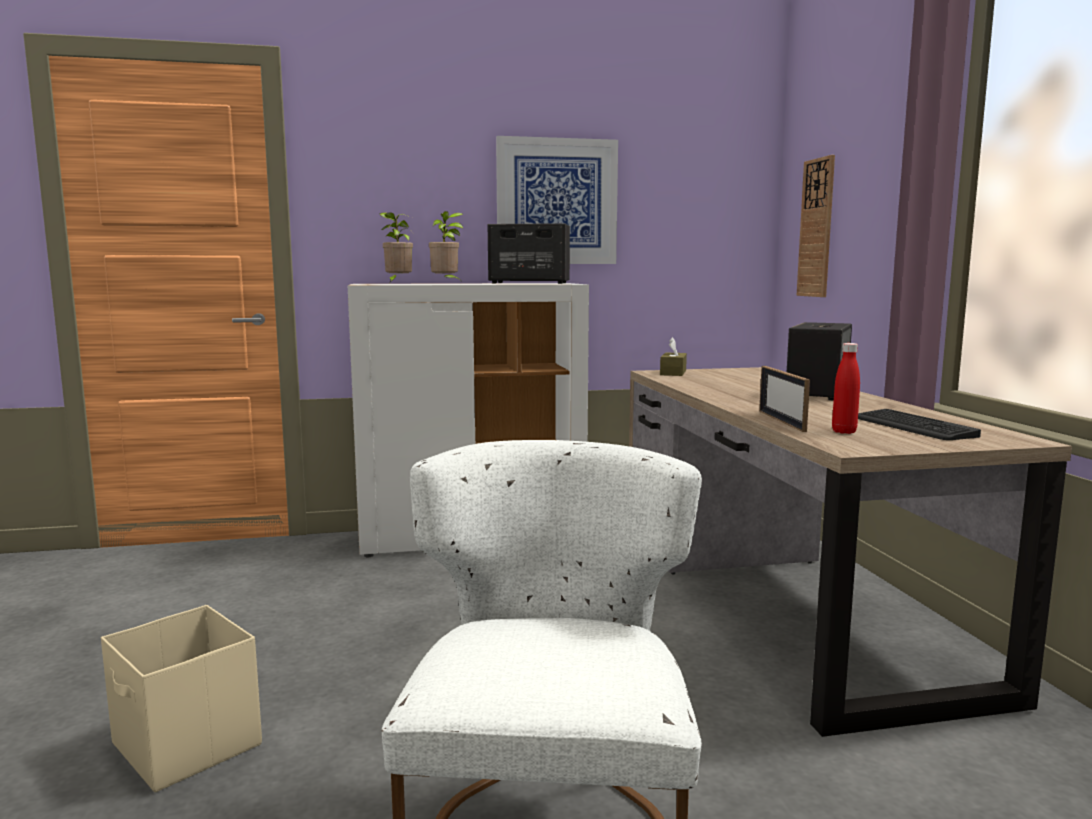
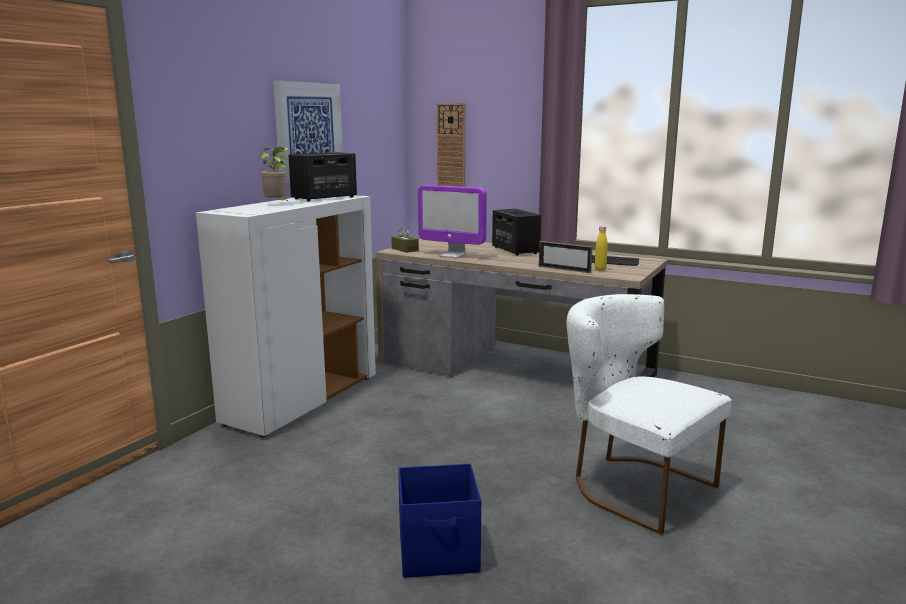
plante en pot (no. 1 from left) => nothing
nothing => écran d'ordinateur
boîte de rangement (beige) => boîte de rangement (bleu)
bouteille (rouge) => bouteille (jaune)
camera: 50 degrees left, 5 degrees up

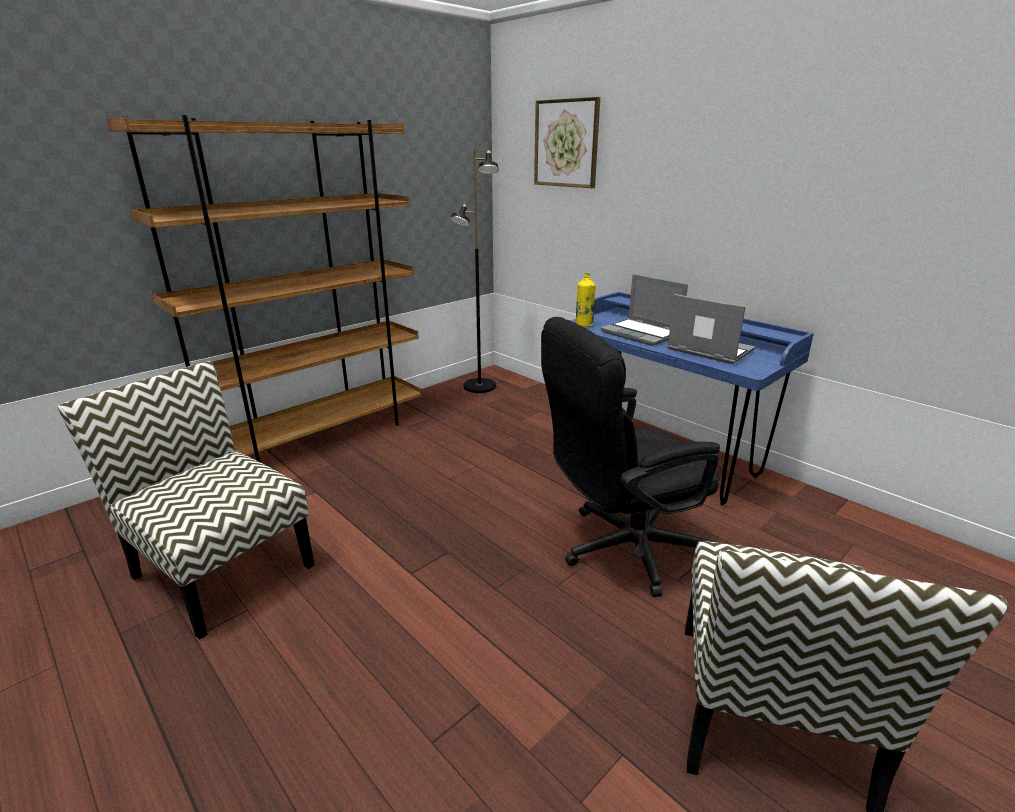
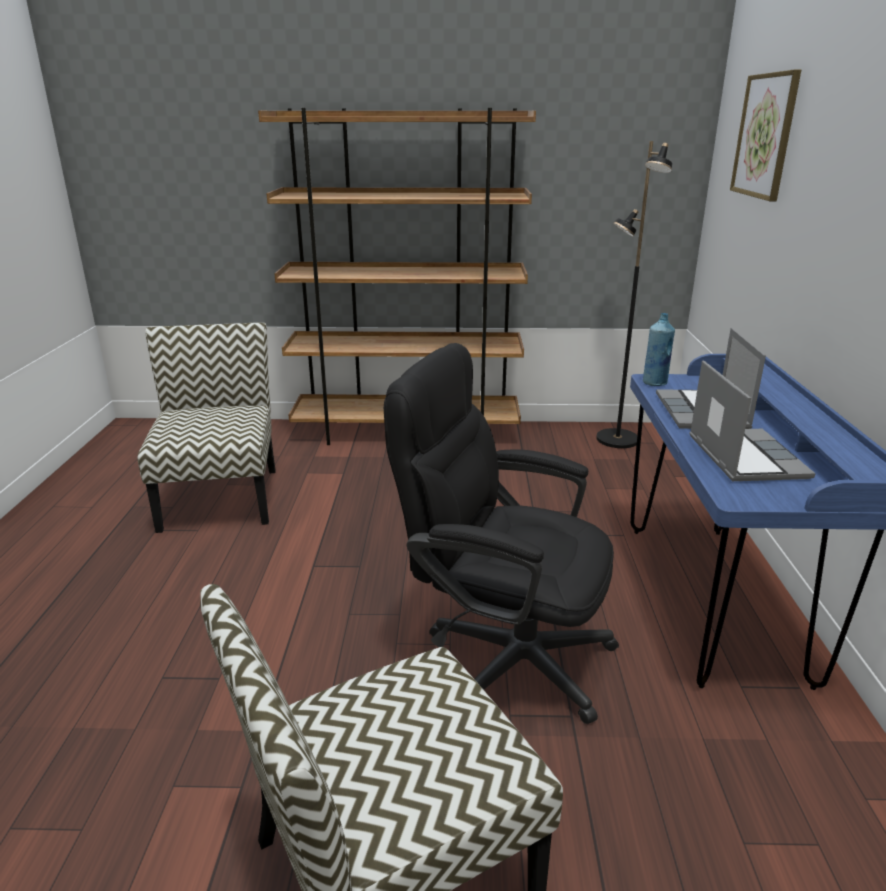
bouteille (jaune) => bouteille (bleu)
camera: 45 degrees right, 0 degrees up

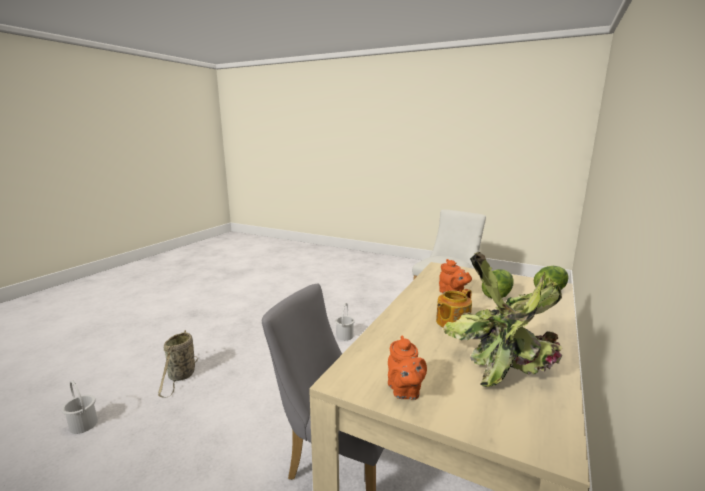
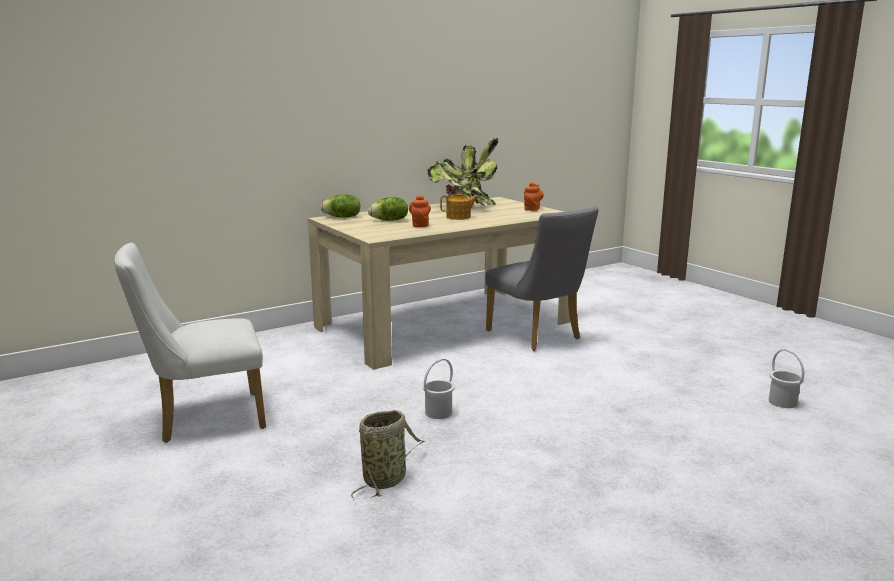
panier, relocated
camera: 150 degrees left, 0 degrees up

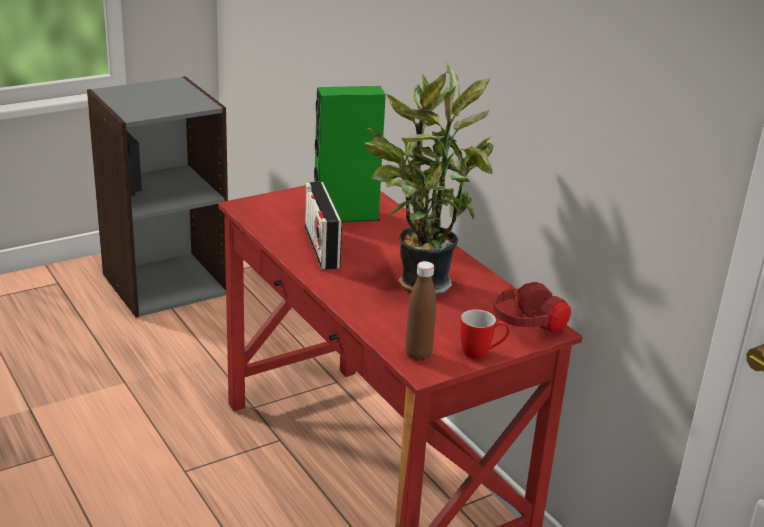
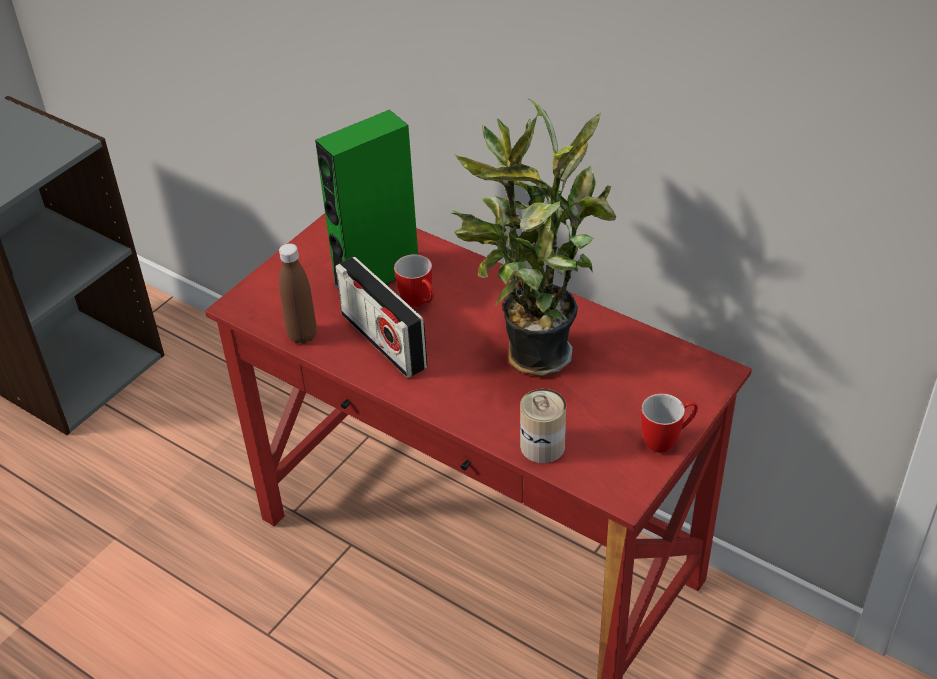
casque audio (rouge) => nothing
nothing => mug (no. 1 from left)
nothing => boîte métallique
bouteille (marron), relocated
camera: 20 degrees left, 15 degrees up

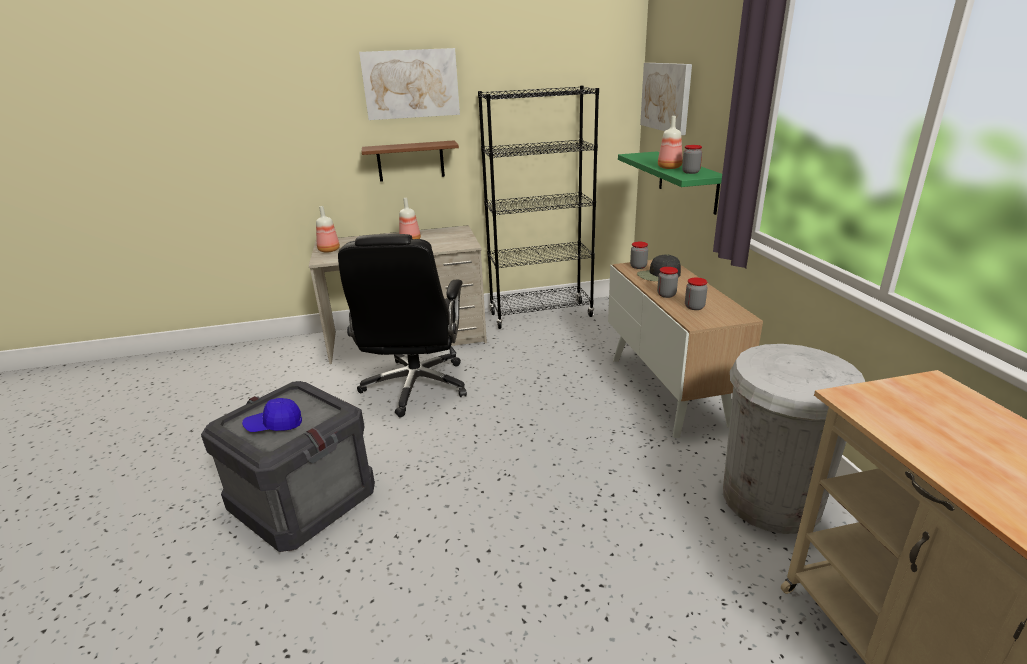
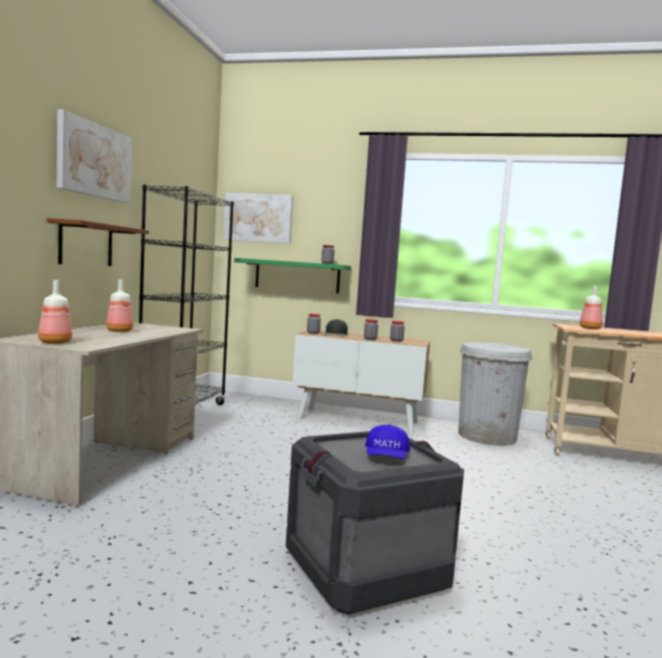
chaise de bureau (noir) => nothing
bouteille (no. 3 from left), relocated
camera: 65 degrees left, 20 degrees down

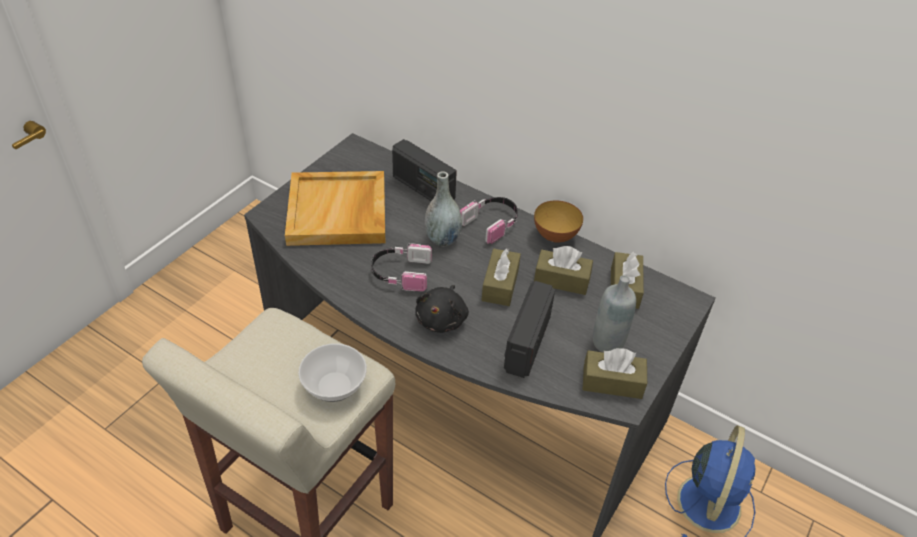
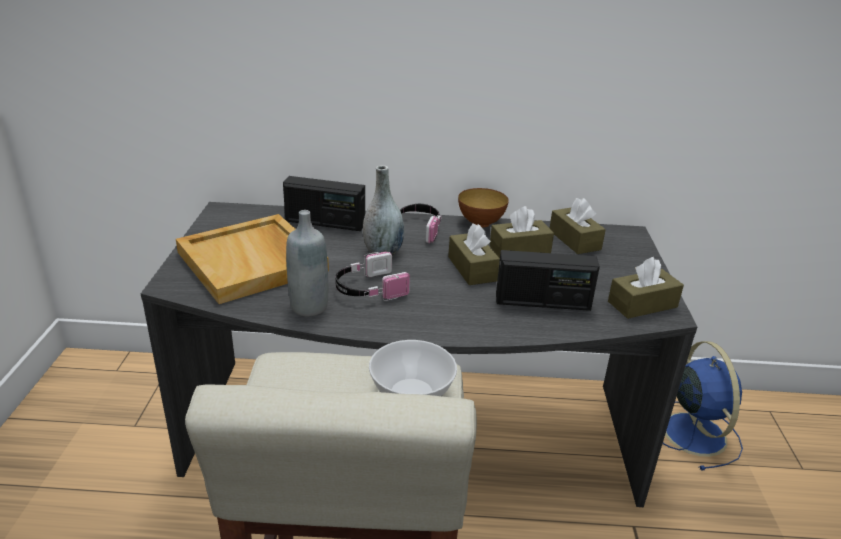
peluche (noir) => nothing
bouteille (gris), relocated
radio (no. 2 from left), 75 degrees counterclockwise
camera: 30 degrees left, 15 degrees down

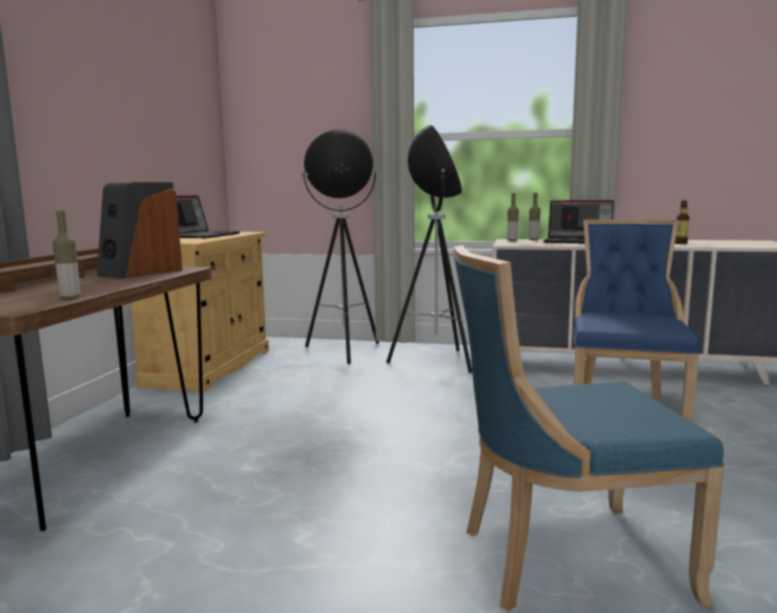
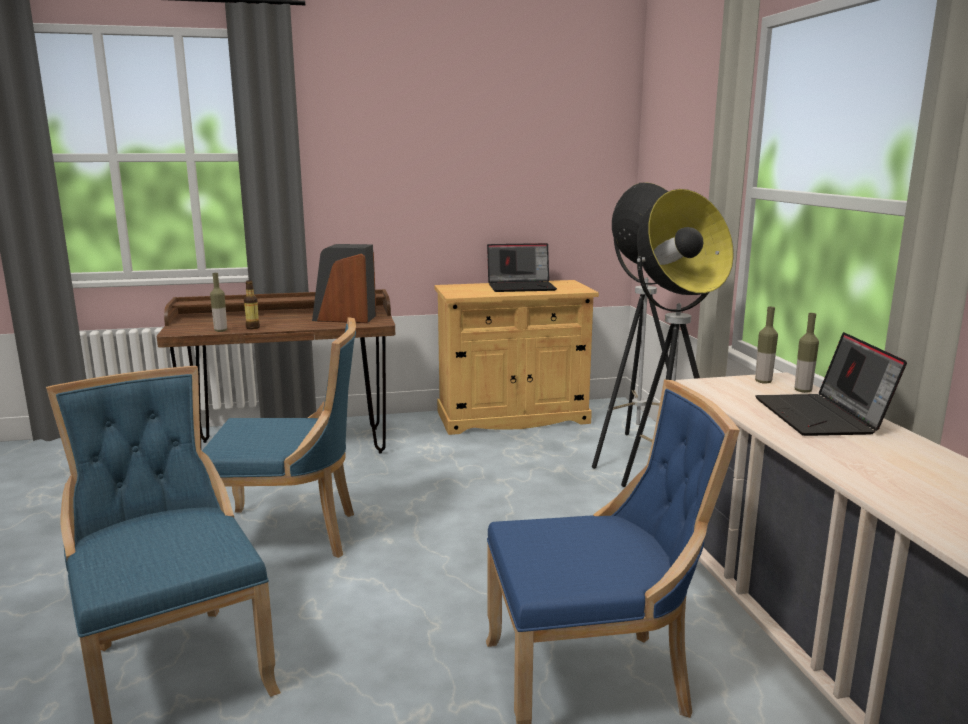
nothing => chaise (bleu) (no. 2 from left)
bouteille (no. 4 from left in the first image) => bouteille (no. 2 from left), relocated
camera: 65 degrees right, 5 degrees up

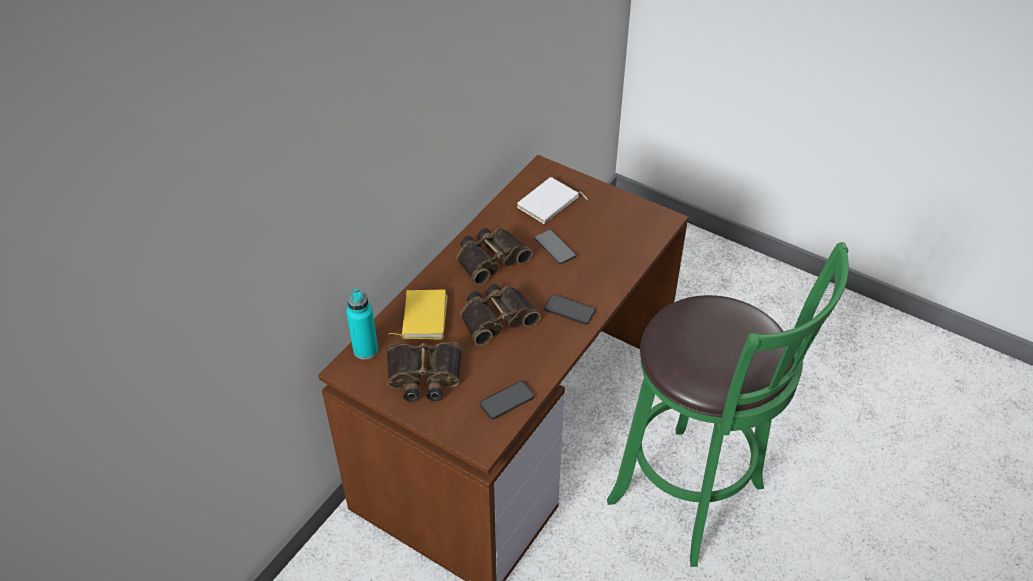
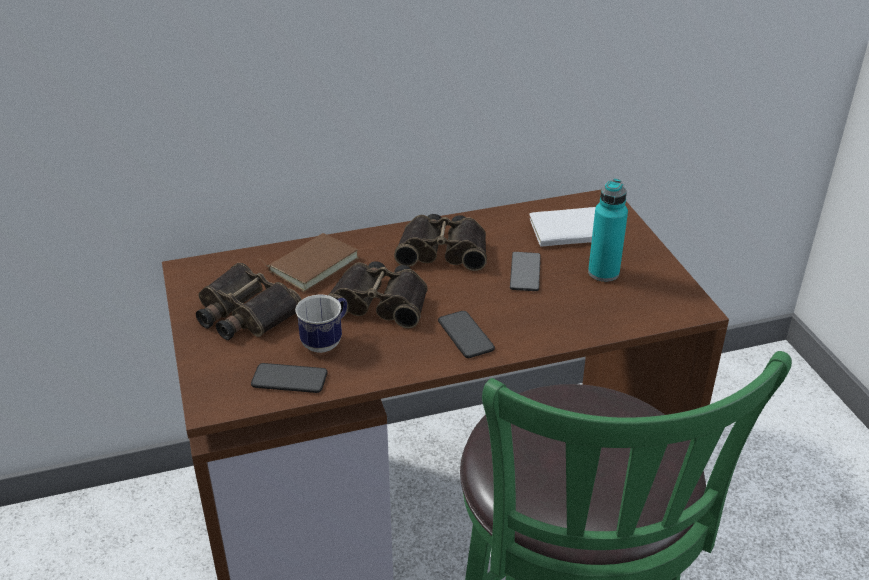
nothing => mug
bouteille (turquoise), relocated
livre (jaune) => livre (marron)
camera: 40 degrees right, 10 degrees down

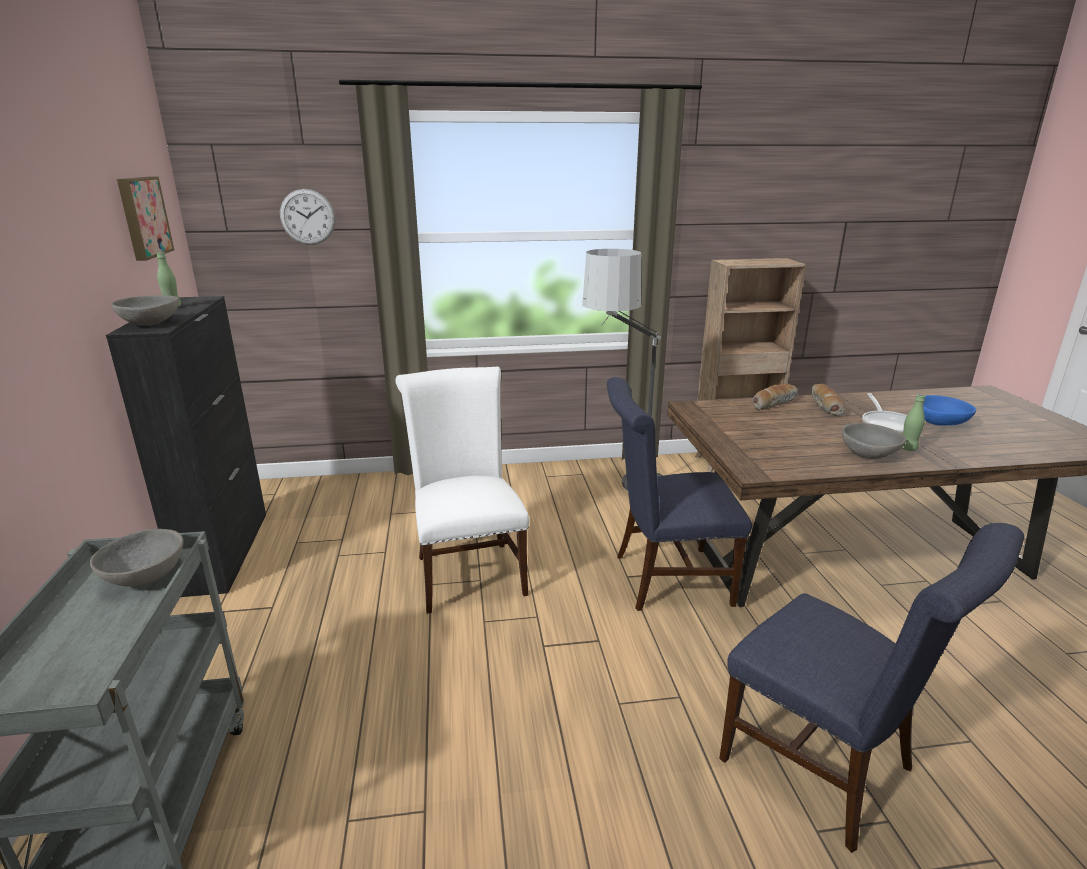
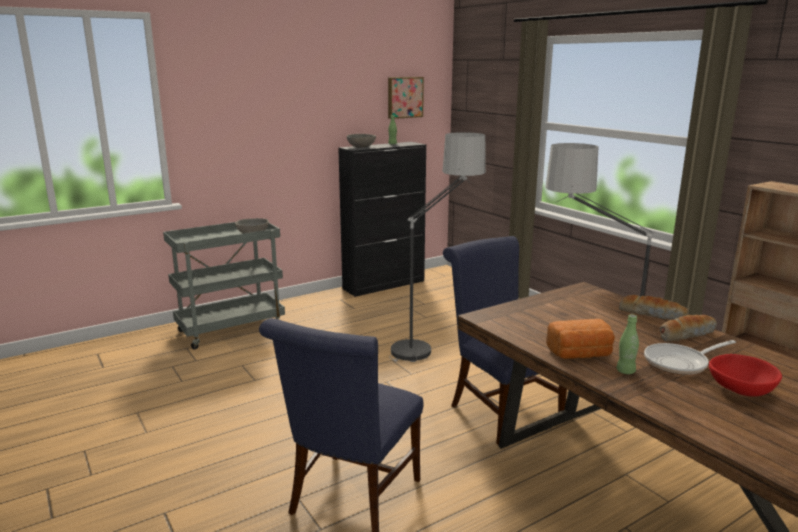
horloge murale => nothing
chaise (blanc) => lampadaire (no. 1 from left)
bol (gris) (no. 3 from left) => pain (no. 1 from left)
bol (bleu) => bol (rouge)
camera: 65 degrees right, 5 degrees down

